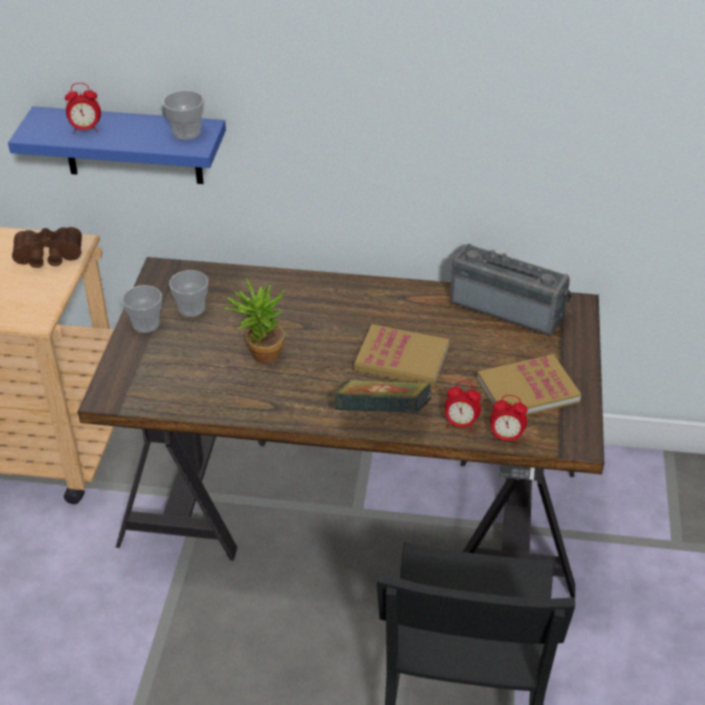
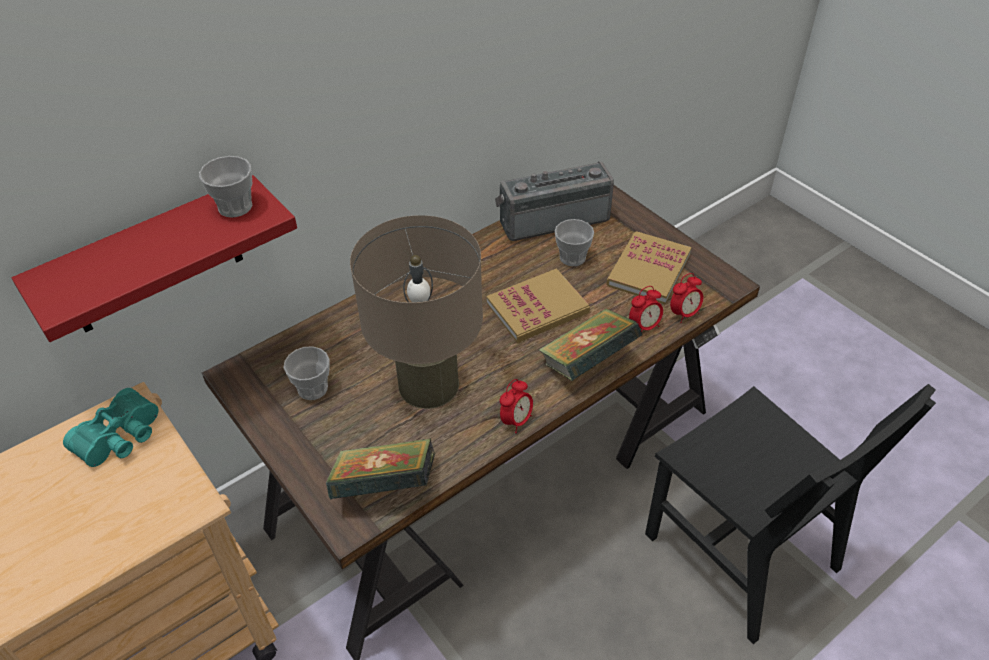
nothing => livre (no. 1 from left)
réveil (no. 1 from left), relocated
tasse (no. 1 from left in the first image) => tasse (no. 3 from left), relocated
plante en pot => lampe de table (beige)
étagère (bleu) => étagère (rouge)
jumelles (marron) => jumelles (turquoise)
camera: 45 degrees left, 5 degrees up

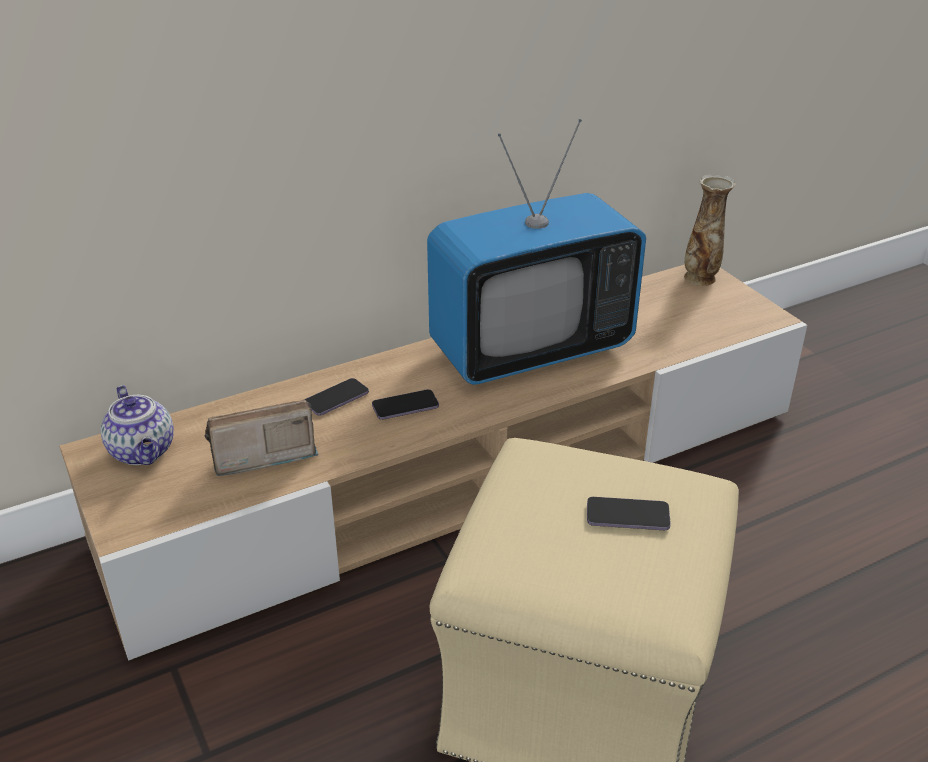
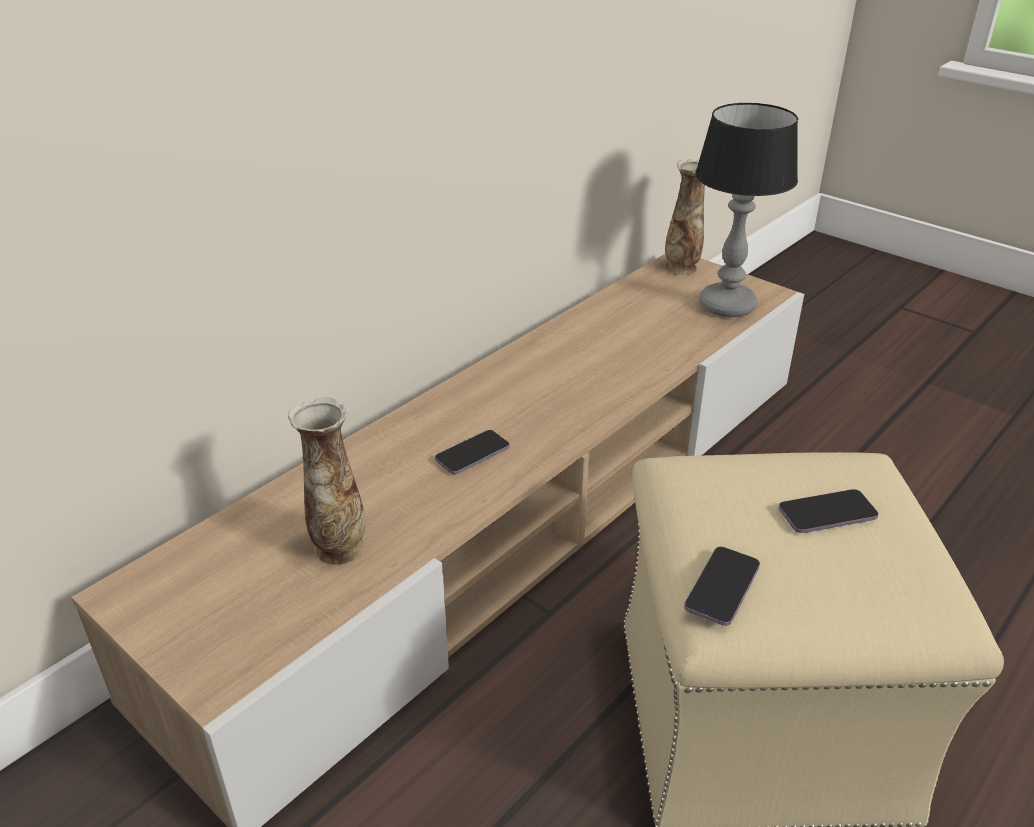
théière => nothing
téléviseur => nothing
nothing => lampe de table
téléphone (no. 1 from left in the first image) => téléphone (no. 2 from left), relocated
radio => vase (no. 1 from left)
camera: 20 degrees left, 0 degrees up

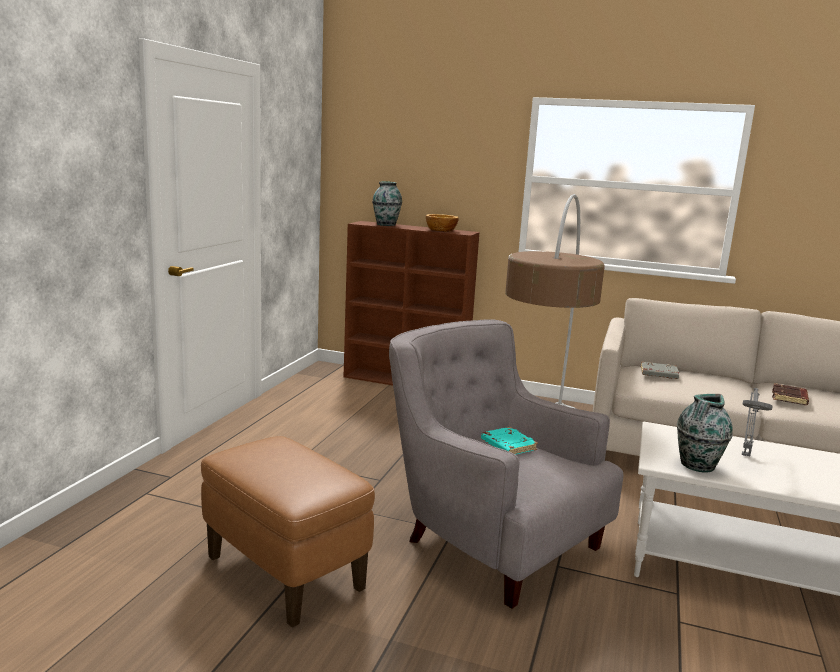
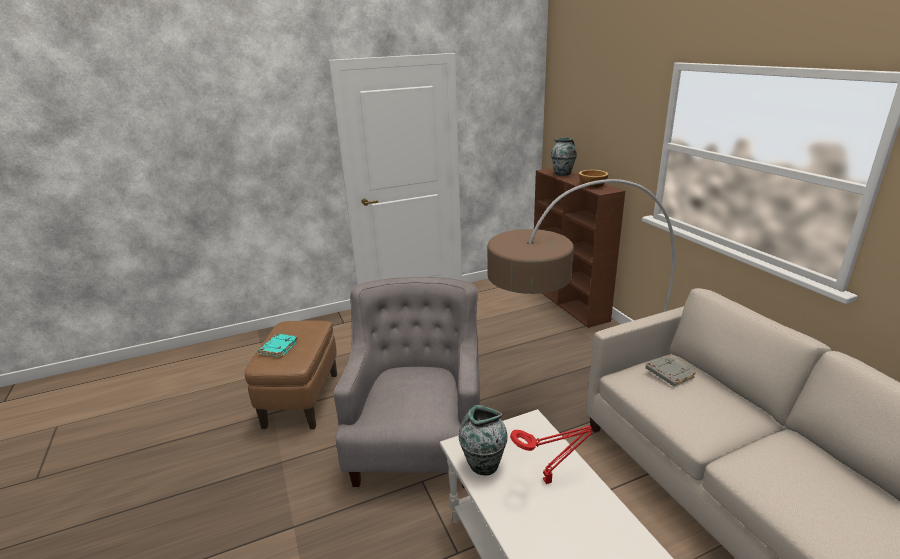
livre (marron) => nothing
livre (turquoise), relocated
lampe de table (gris) => lampe de table (rouge)
camera: 50 degrees right, 10 degrees up

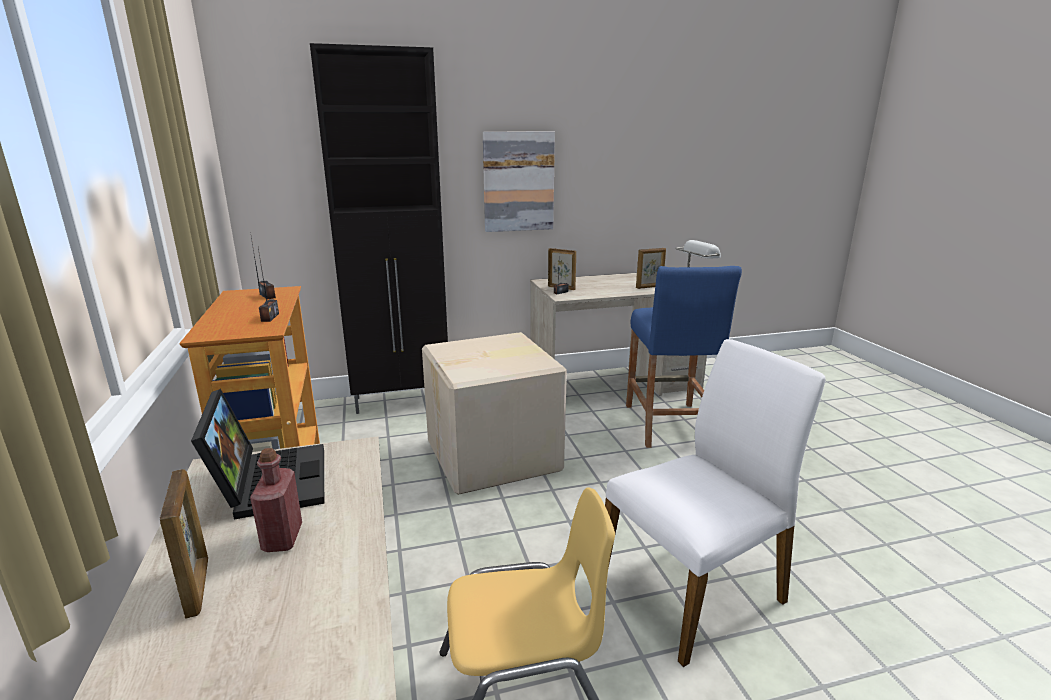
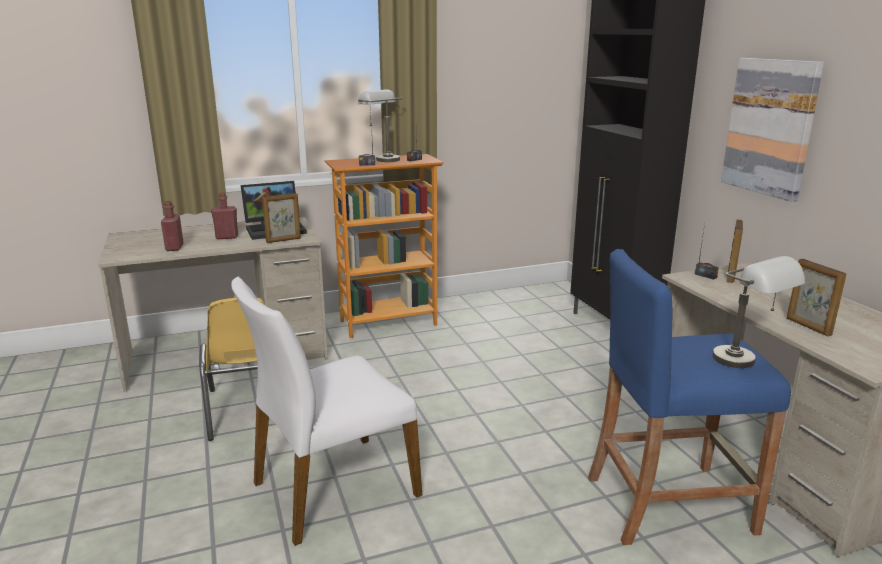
carton => nothing
nothing => bouteille (rouge) (no. 1 from left)
nothing => lampe de table (gris) (no. 1 from left)
cadre photo (no. 1 from left), relocated
chaise (blanc), 90 degrees clockwise
camera: 85 degrees right, 0 degrees up

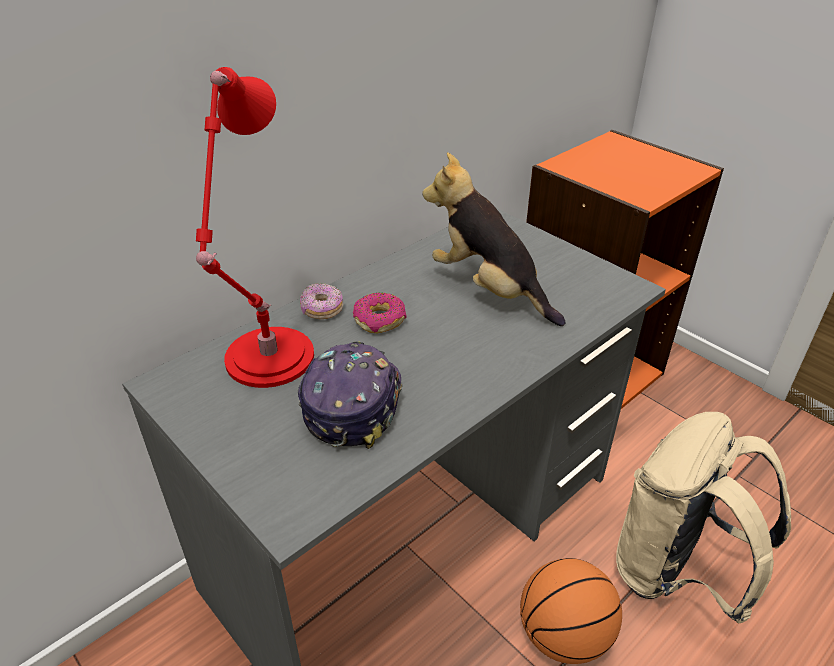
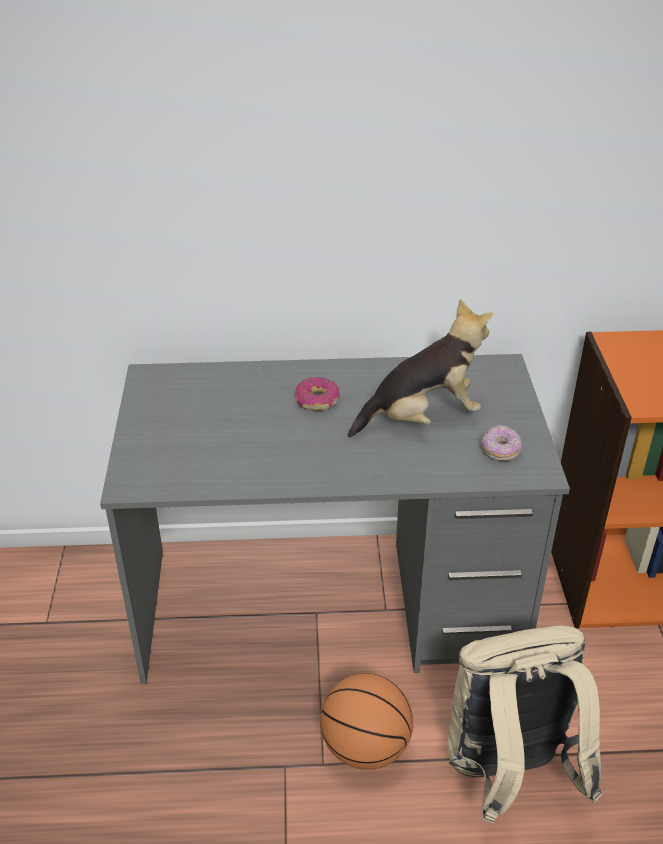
lampe de table (rouge) => nothing
casquette => nothing
beignet (no. 1 from left in the first image) => beignet (no. 2 from left), relocated
peluche, 75 degrees clockwise
camera: 40 degrees right, 0 degrees up

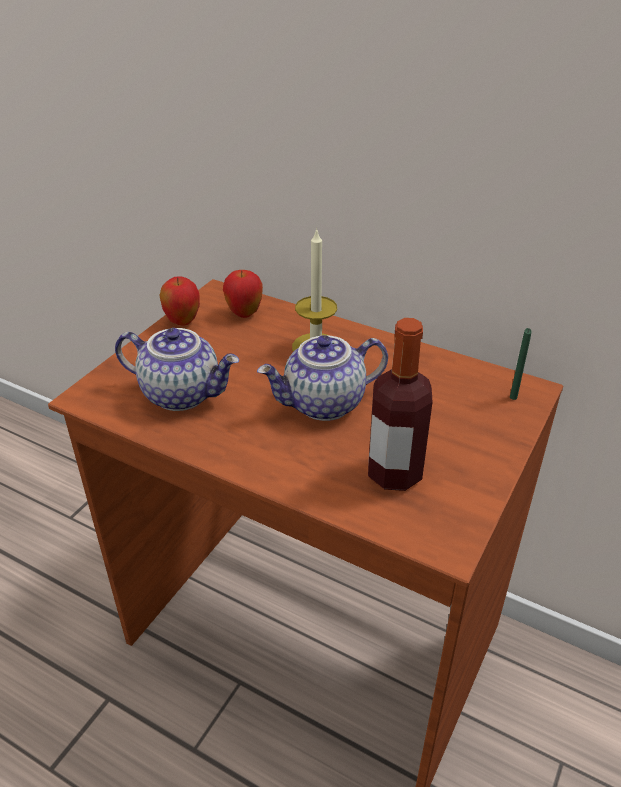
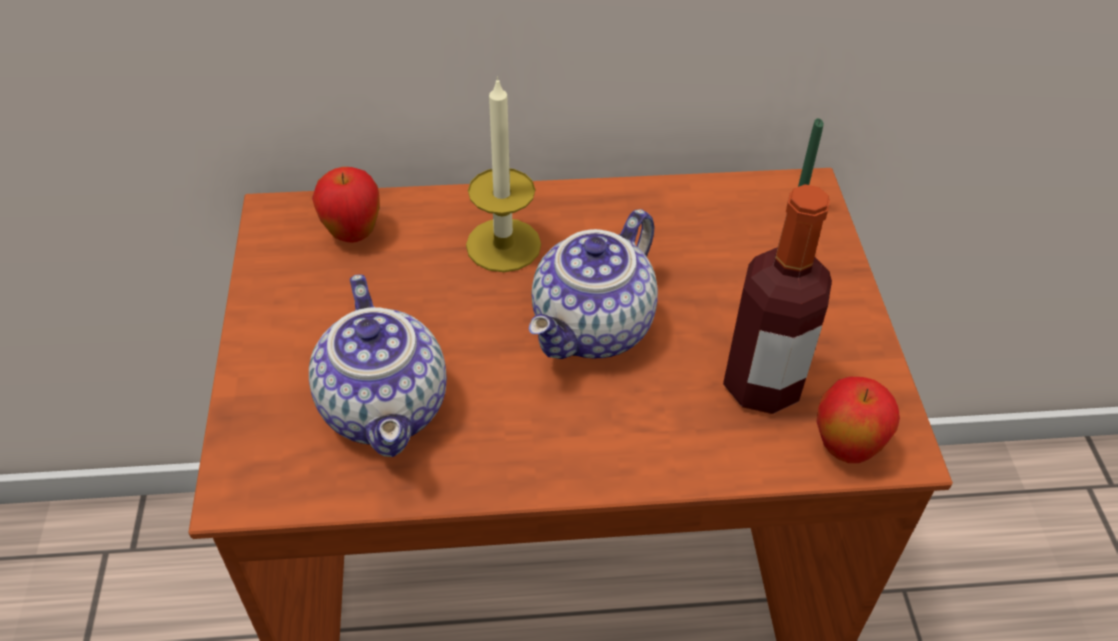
pomme (no. 1 from left in the first image) => pomme (no. 2 from left), relocated
théière (no. 1 from left), 90 degrees clockwise
camera: 35 degrees left, 10 degrees up

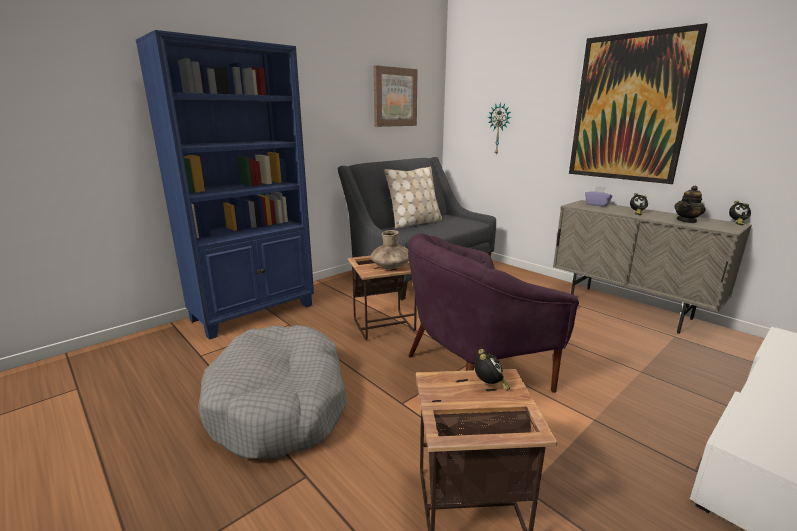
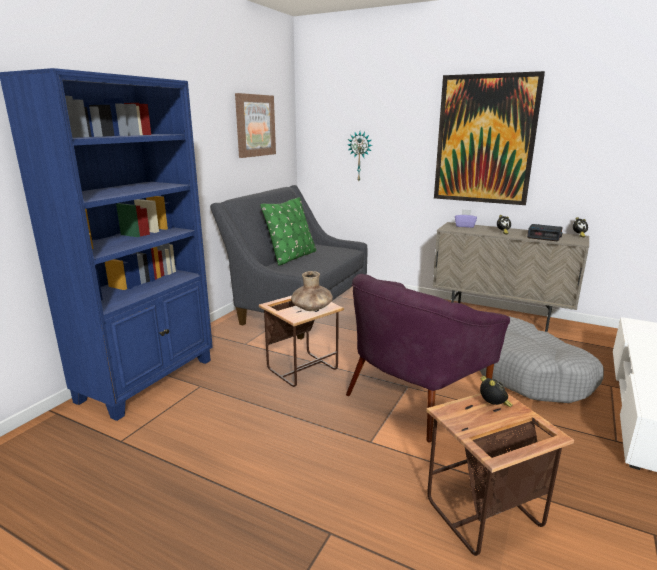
panier pour chien (gris), relocated
théière => réveil (no. 3 from left)
coussin (beige) => coussin (vert)
camera: 20 degrees left, 0 degrees up

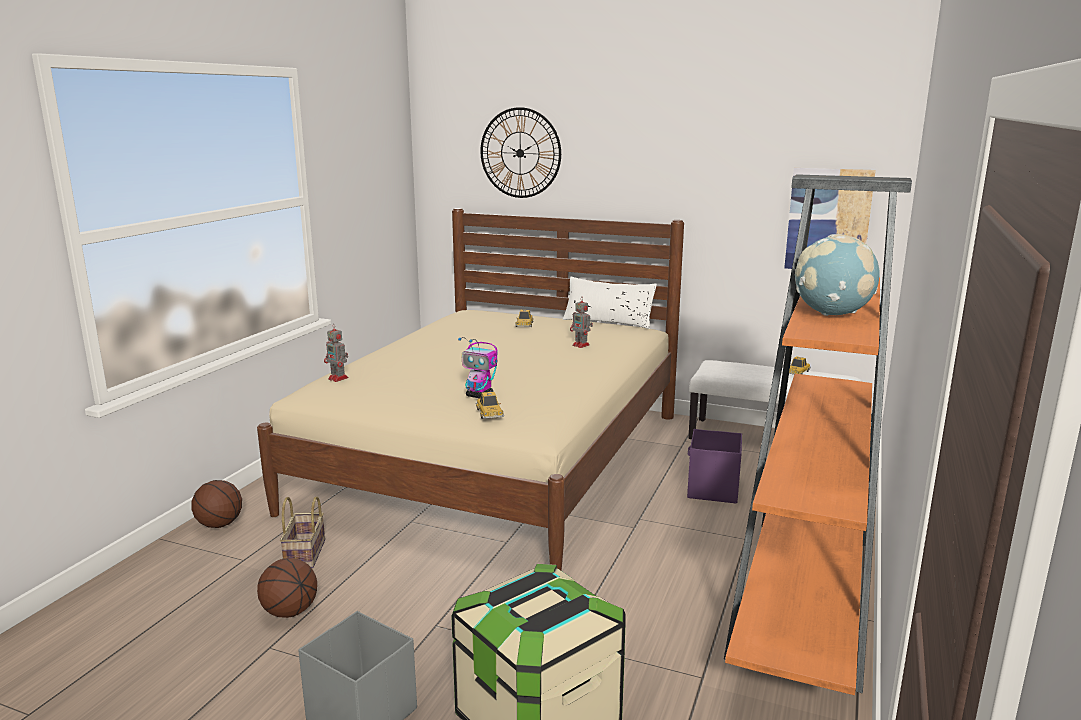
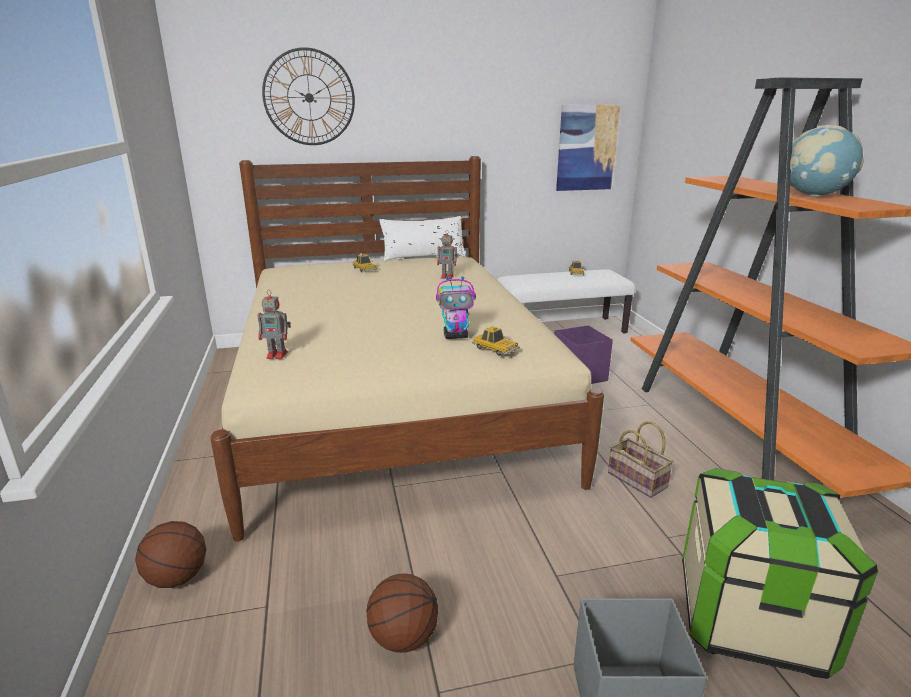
panier, relocated
camera: 35 degrees left, 5 degrees up

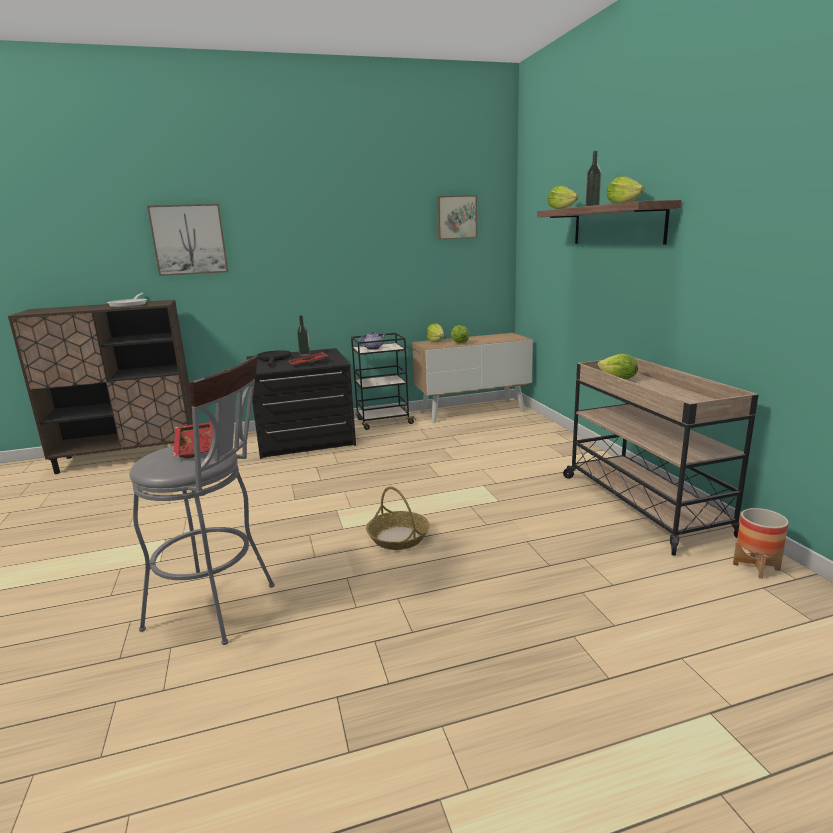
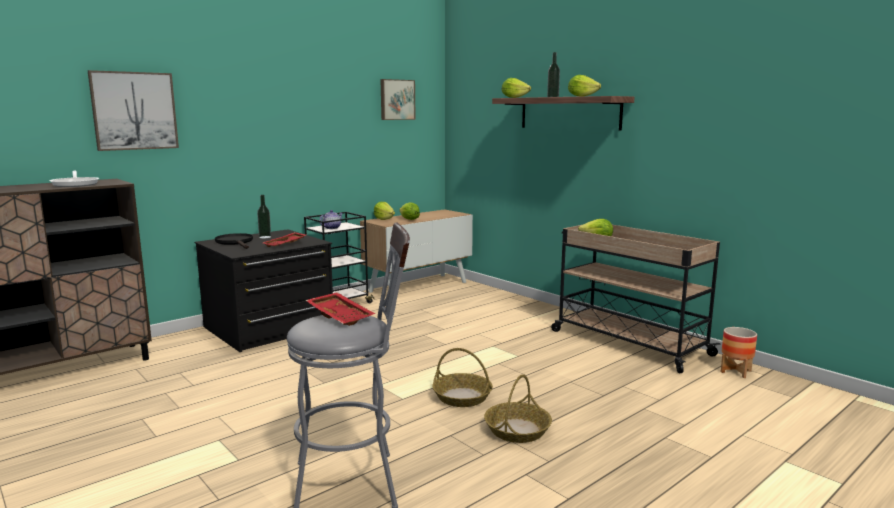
nothing => panier (no. 2 from left)
camera: 25 degrees left, 5 degrees down

